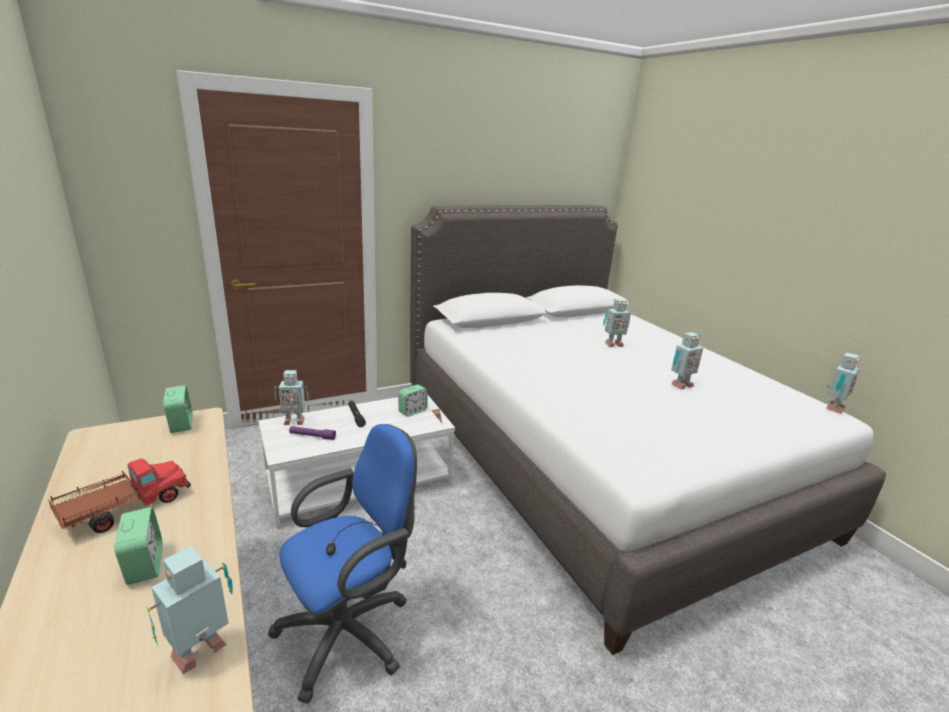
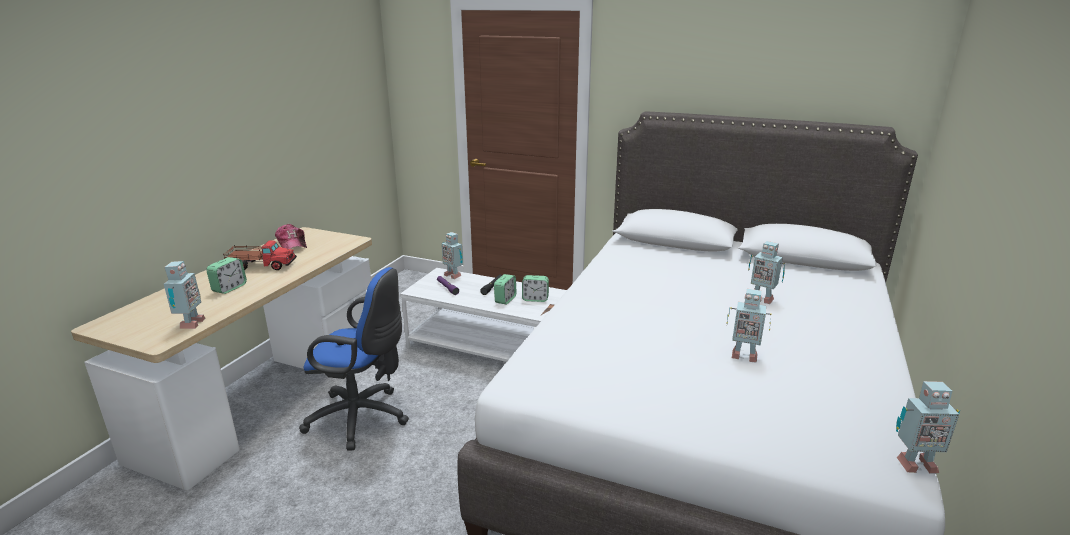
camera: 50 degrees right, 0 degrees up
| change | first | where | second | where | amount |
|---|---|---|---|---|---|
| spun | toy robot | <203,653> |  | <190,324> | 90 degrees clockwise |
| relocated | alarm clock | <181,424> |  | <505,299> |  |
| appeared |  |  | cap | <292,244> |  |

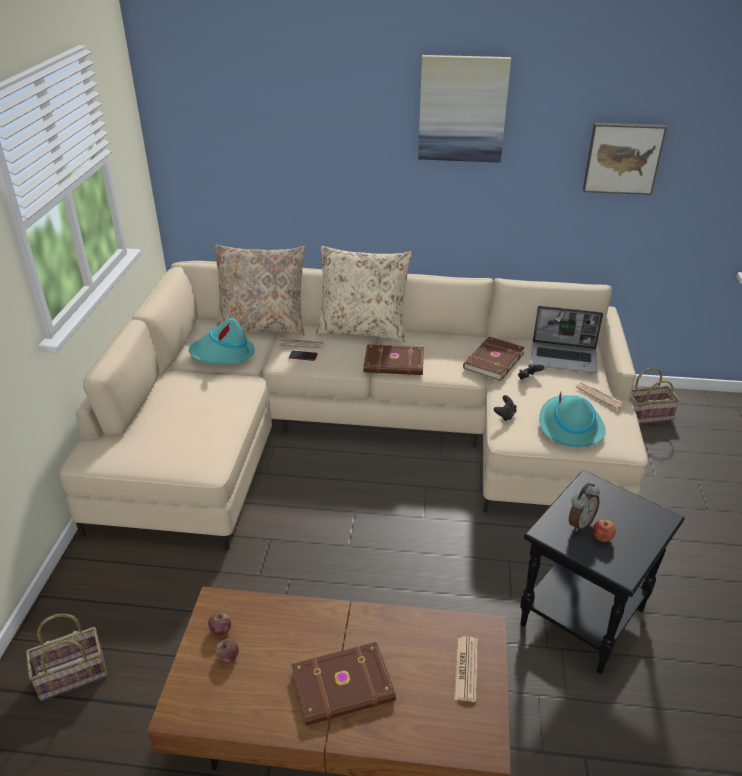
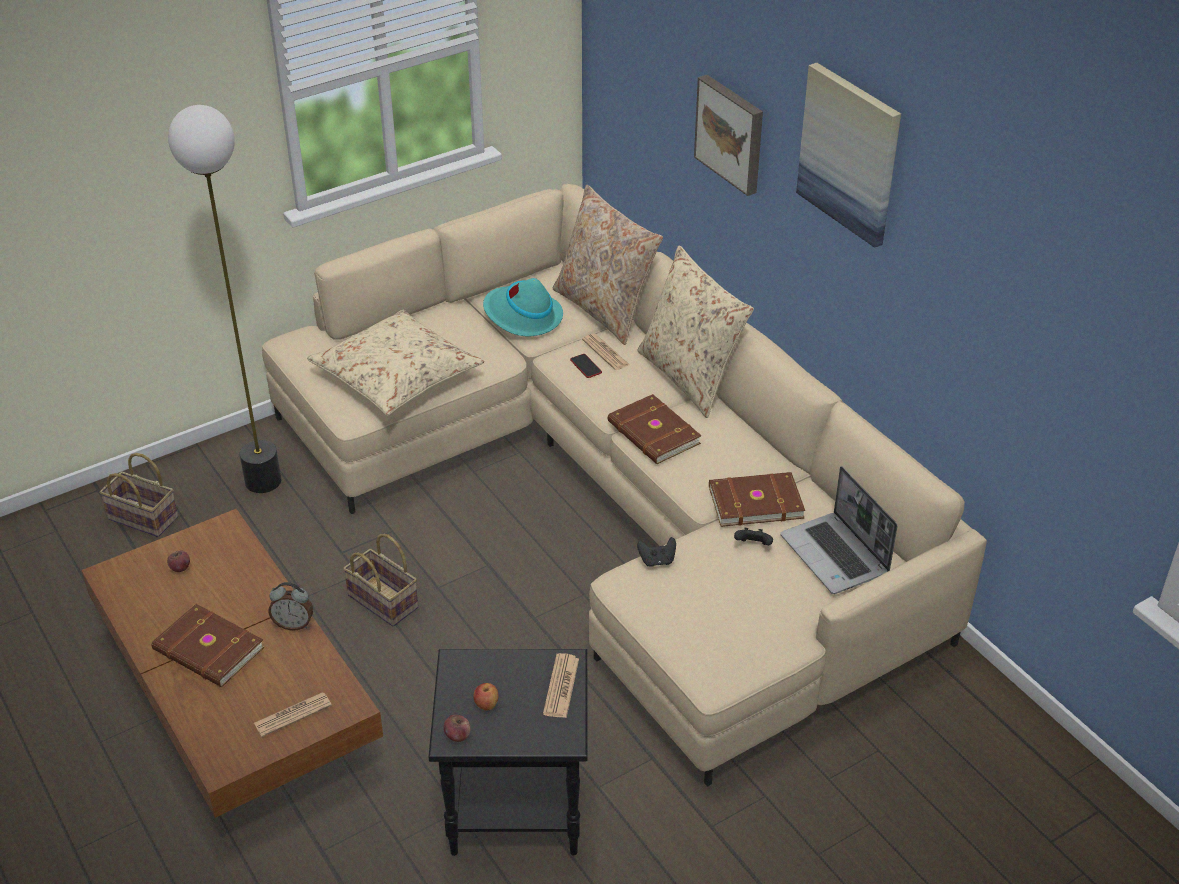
camera: 50 degrees right, 5 degrees up
| change | first | where | second | where | amount |
|---|---|---|---|---|---|
| relocated | apple | <220,629> |  | <457,735> |  |
| missing | hat/turquoise | <569,426> |  |  |  |
| relocated | alarm clock | <579,523> |  | <293,624> |  |
| relocated | newspaper | <599,396> |  | <561,686> |  |
| relocated | picture | <622,157> |  | <731,133> |  |
| relocated | basket | <648,415> |  | <385,601> |  |
| appeared |  |  | floor lamp | <263,480> |  |
| appeared |  |  | pillow/beige | <397,376> |  |

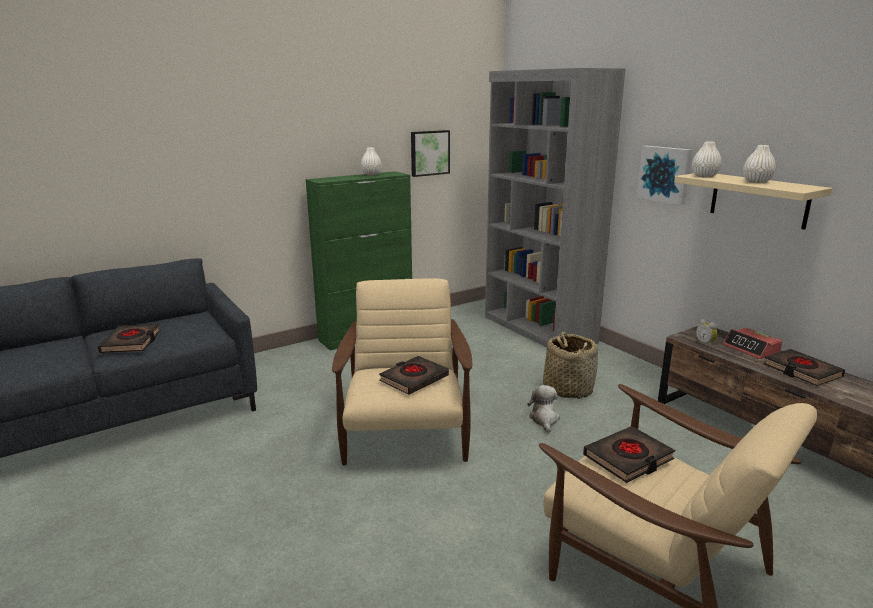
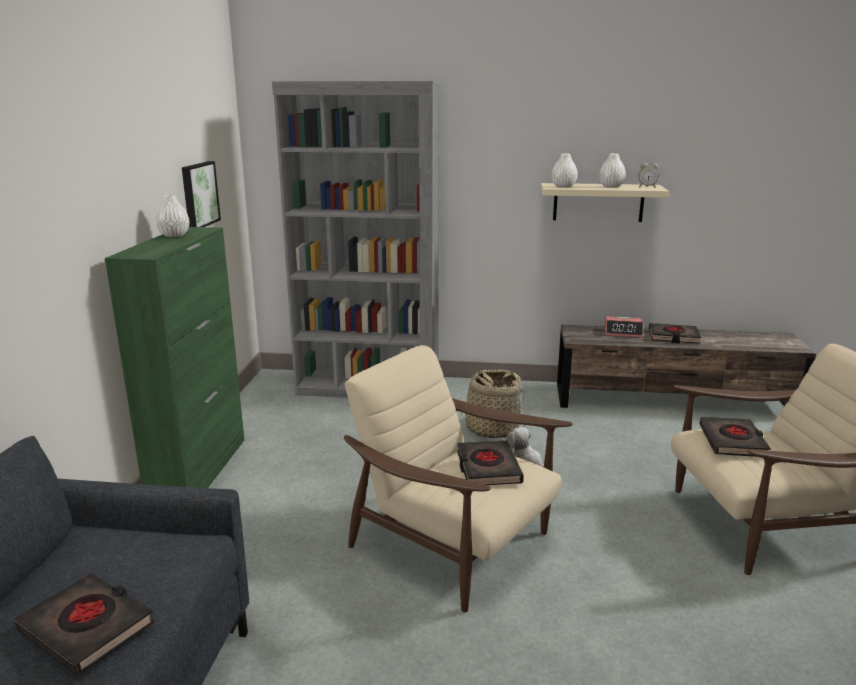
camera: 50 degrees left, 0 degrees up
| change | first | where | second | where | amount |
|---|---|---|---|---|---|
| missing | picture | <665,174> |  |  |  |
| relocated | alarm clock | <705,344> |  | <647,187> |  |

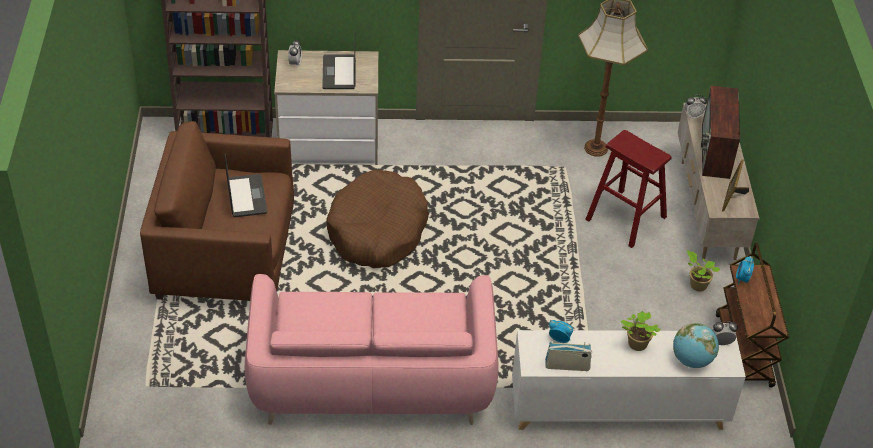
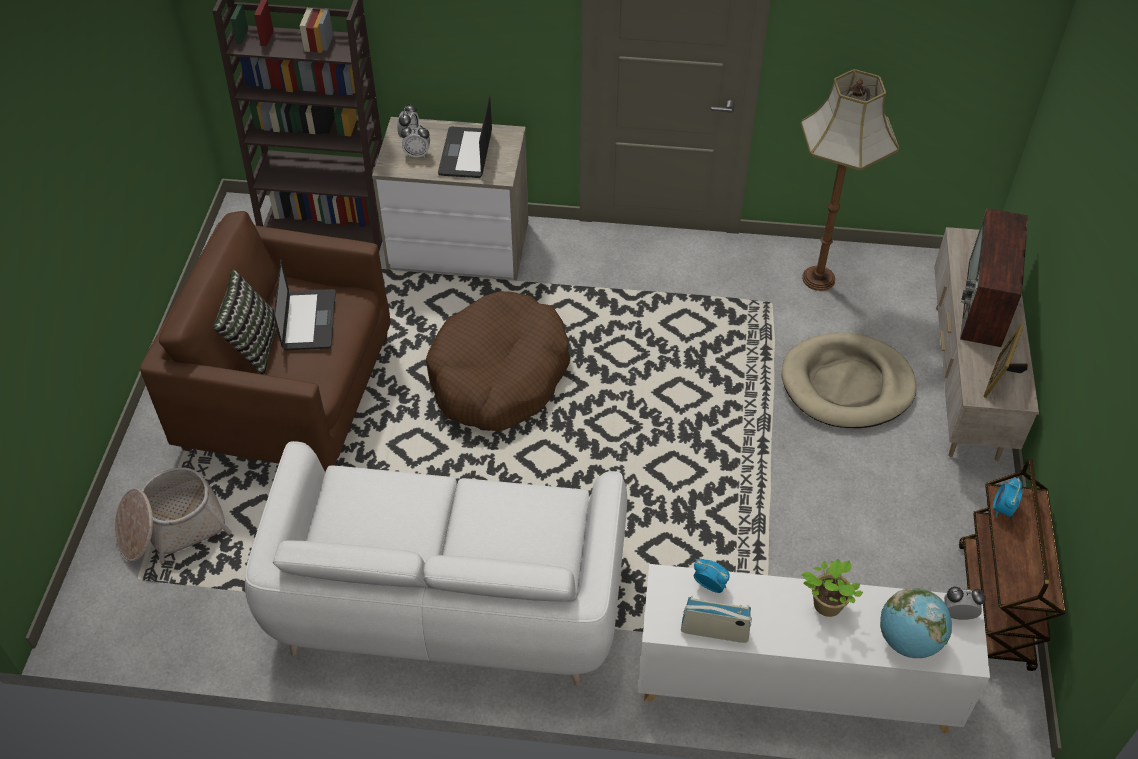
camera: 10 degrees right, 5 degrees up
| change | first | where | second | where | amount |
|---|---|---|---|---|---|
| colour | sofa/pink | <372,380> | sofa/white | <448,600> |  |
| exchanged | stool/red | <626,218> | dog bed/beige | <847,385> |  |
| relocated | alarm clock | <693,115> |  | <417,154> |  |
| missing | potted plant | <697,285> |  |  |  |
| appeared |  |  | basket | <171,527> |  |
| appeared |  |  | pillow | <253,345> |  |

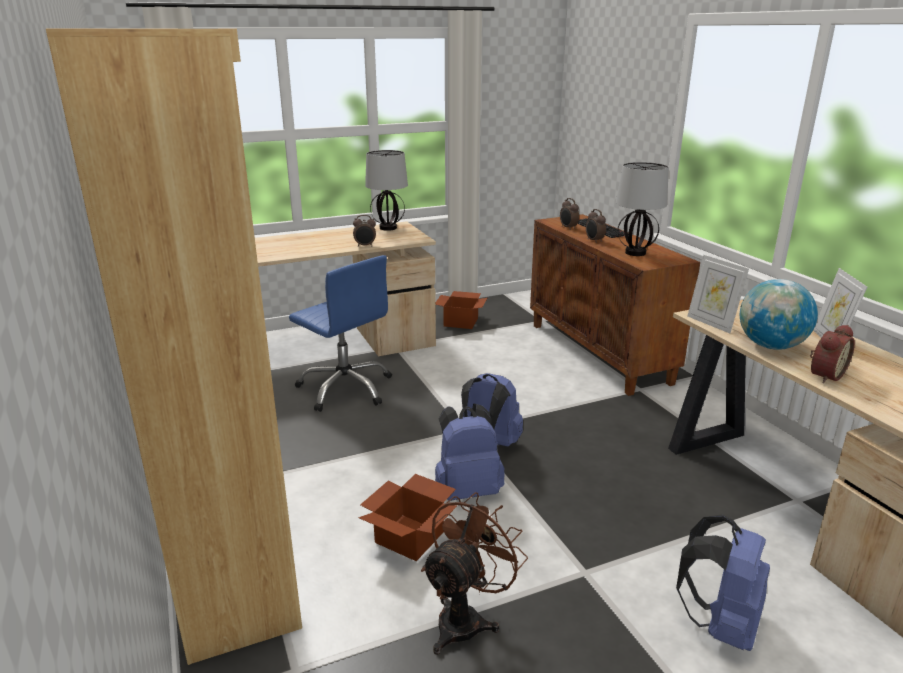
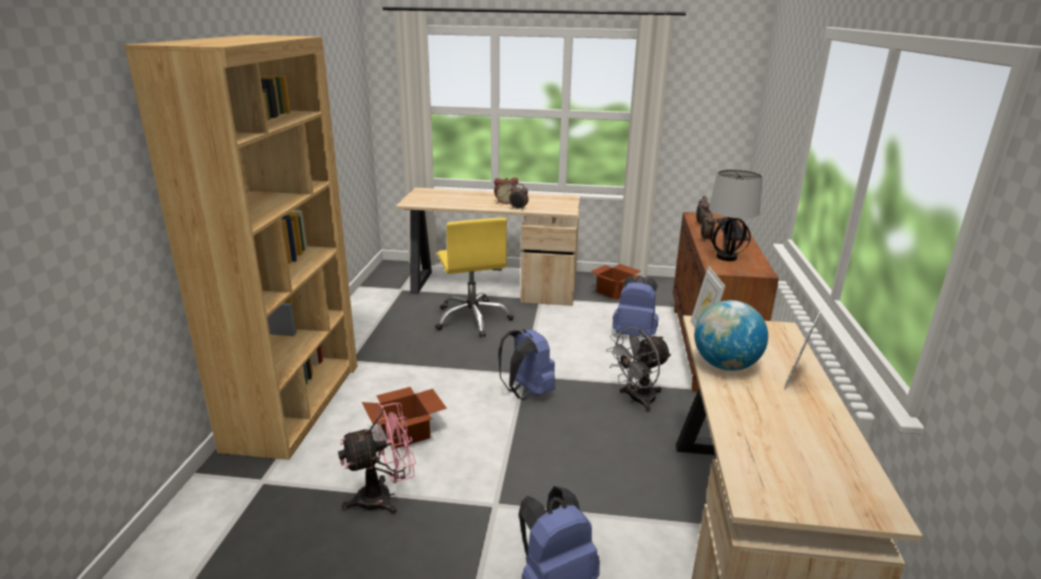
camera: 30 degrees right, 0 degrees up
| change | first | where | second | where | amount |
|---|---|---|---|---|---|
| colour | office chair/blue | <346,388> | office chair/yellow | <473,319> |  |
| missing | table lamp | <388,228> |  |  |  |
| colour | fan/brown | <466,618> | fan/pink | <384,497> |  |
| relocated | backpack/blue | <467,490> |  | <634,333> |  |
| relocated | alarm clock | <824,375> |  | <505,202> |  |
| appeared |  |  | fan/grey | <636,400> |  |

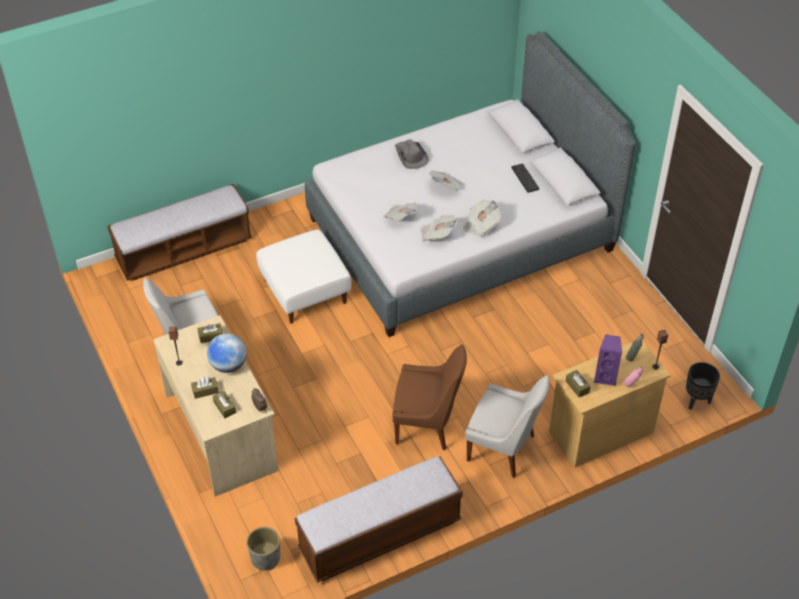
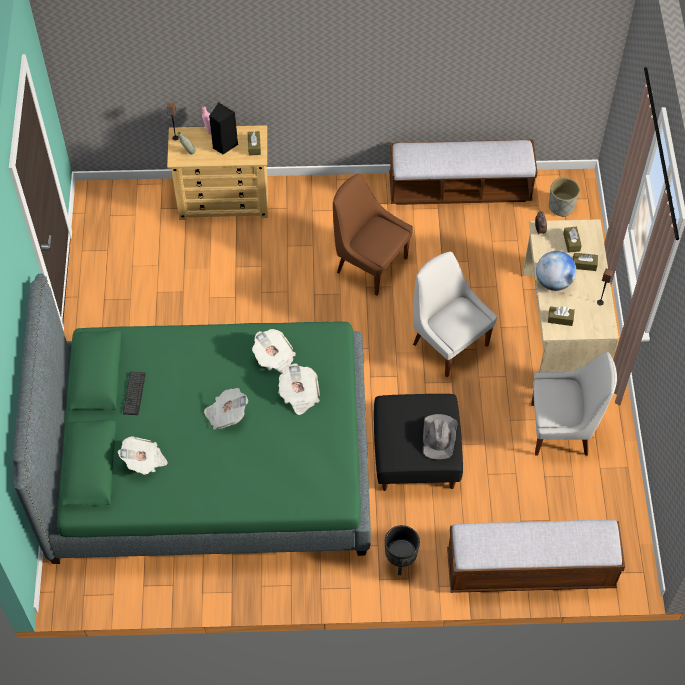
camera: 155 degrees left, 10 degrees up
| change | first | where | second | where | amount |
|---|---|---|---|---|---|
| colour | ottoman/white | <305,291> | ottoman/black | <415,455> |  |
| colour | bed/grey | <461,234> | bed/green | <209,461> |  |
| relocated | hat/grey | <410,156> |  | <439,437> |  |
| relocated | newspaper | <480,225> |  | <144,461> |  |
| relocated | chair/white | <503,449> |  | <448,343> |  |
| colour | speaker/purple | <605,377> | speaker/black | <224,145> |  |
| relocated | planter/black | <696,400> |  | <400,561> |  |

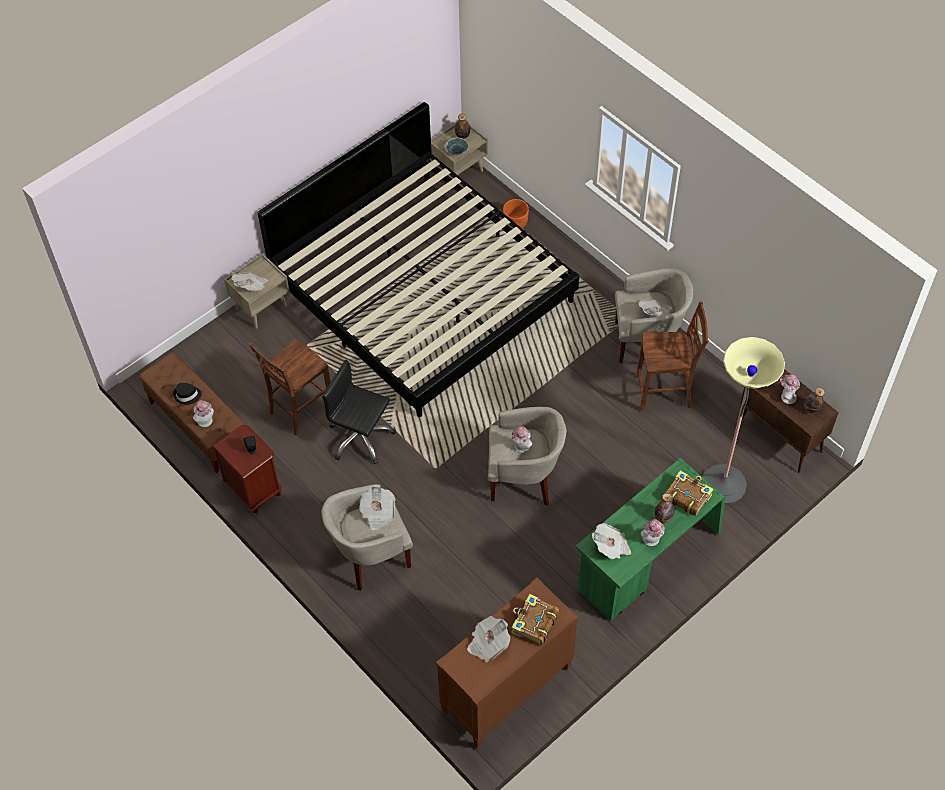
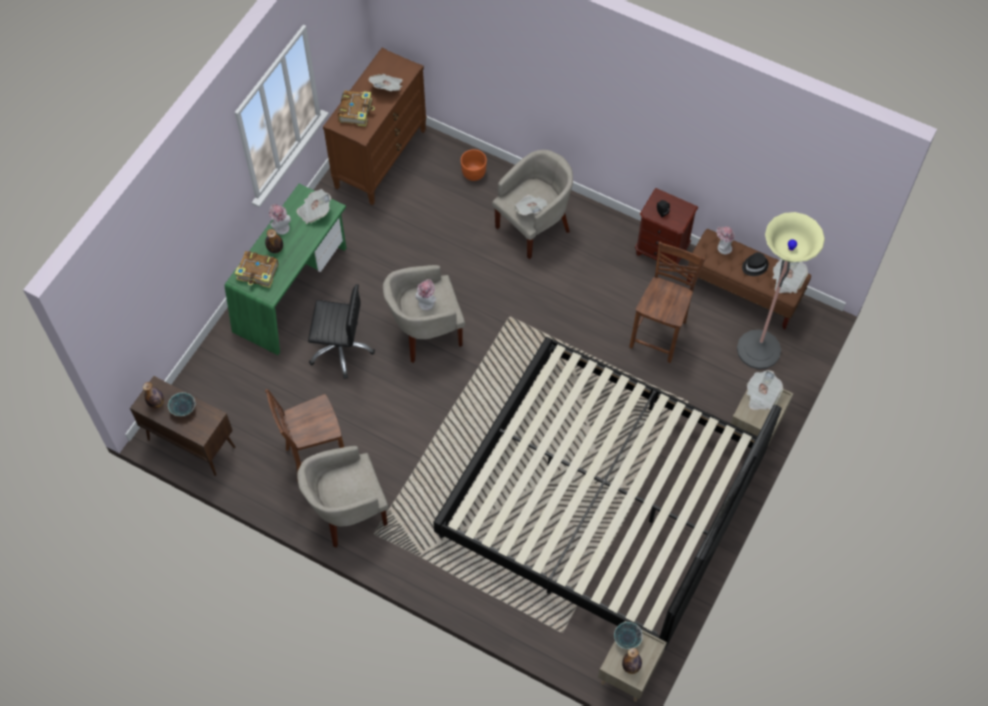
camera: 160 degrees right, 5 degrees up
| change | first | where | second | where | amount |
|---|---|---|---|---|---|
| relocated | office chair/black | <360,438> |  | <341,349> |  |
| relocated | planter/orange | <515,223> |  | <474,173> |  |
| relocated | newspaper | <656,314> |  | <787,280> |  |
| relocated | floor lamp | <723,485> |  | <758,349> |  |
| exchanged | hat | <786,396> | bowl | <183,409> |  |

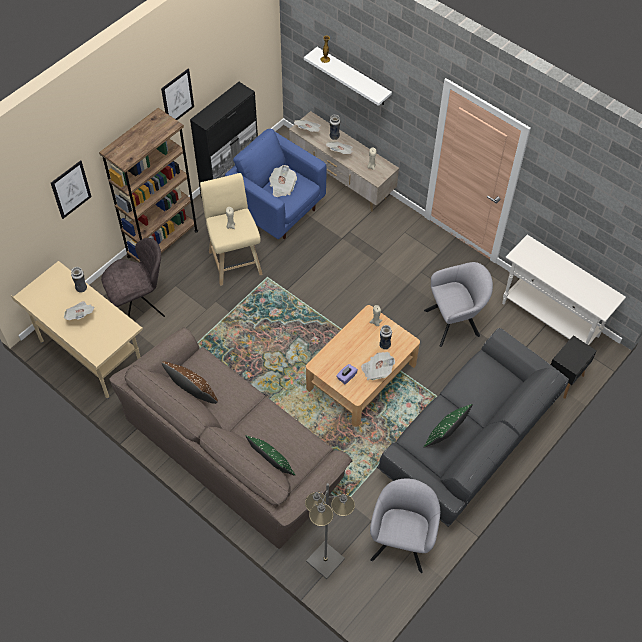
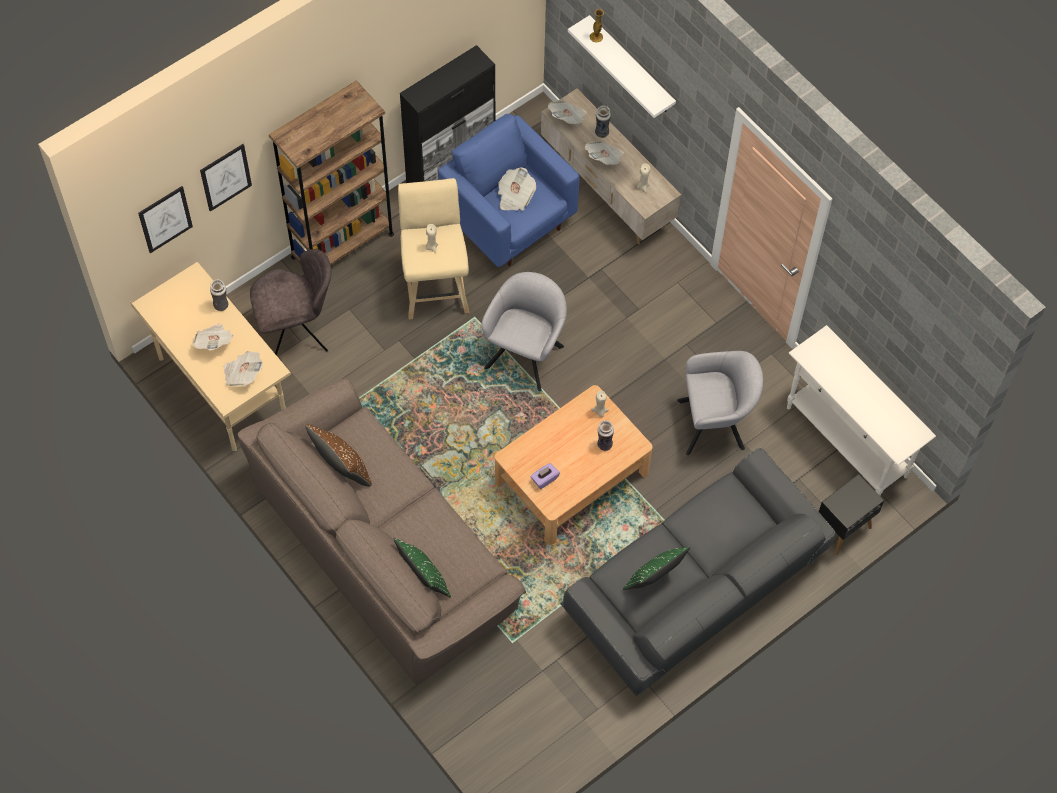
camera: 10 degrees right, 5 degrees up
| change | first | where | second | where | amount |
|---|---|---|---|---|---|
| relocated | picture | <177,97> |  | <165,219> |  |
| missing | floor lamp/grey | <324,560> |  |  |  |
| relocated | newspaper | <377,370> |  | <243,374> |  |
| relocated | armchair/grey | <402,540> |  | <526,353> |  |

